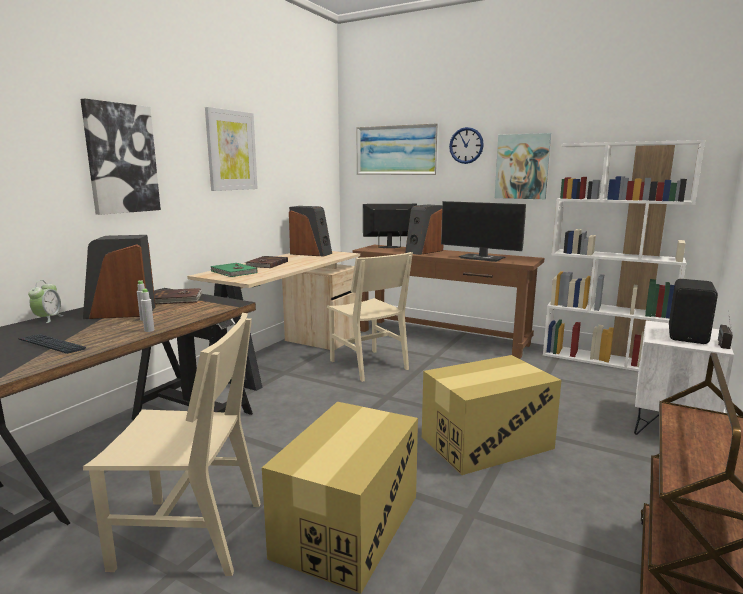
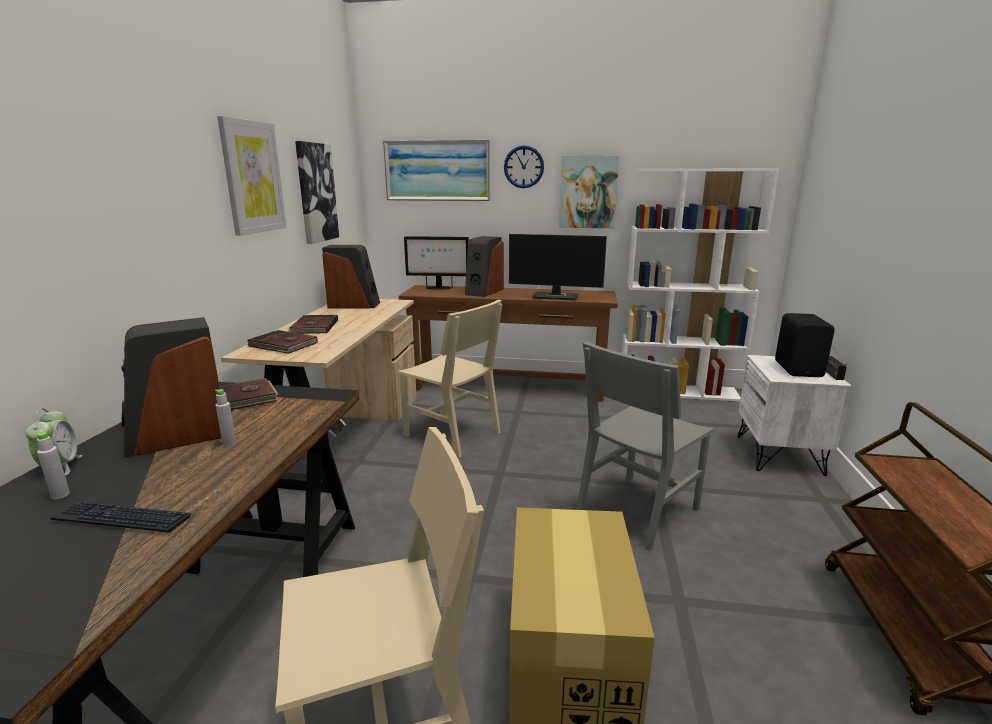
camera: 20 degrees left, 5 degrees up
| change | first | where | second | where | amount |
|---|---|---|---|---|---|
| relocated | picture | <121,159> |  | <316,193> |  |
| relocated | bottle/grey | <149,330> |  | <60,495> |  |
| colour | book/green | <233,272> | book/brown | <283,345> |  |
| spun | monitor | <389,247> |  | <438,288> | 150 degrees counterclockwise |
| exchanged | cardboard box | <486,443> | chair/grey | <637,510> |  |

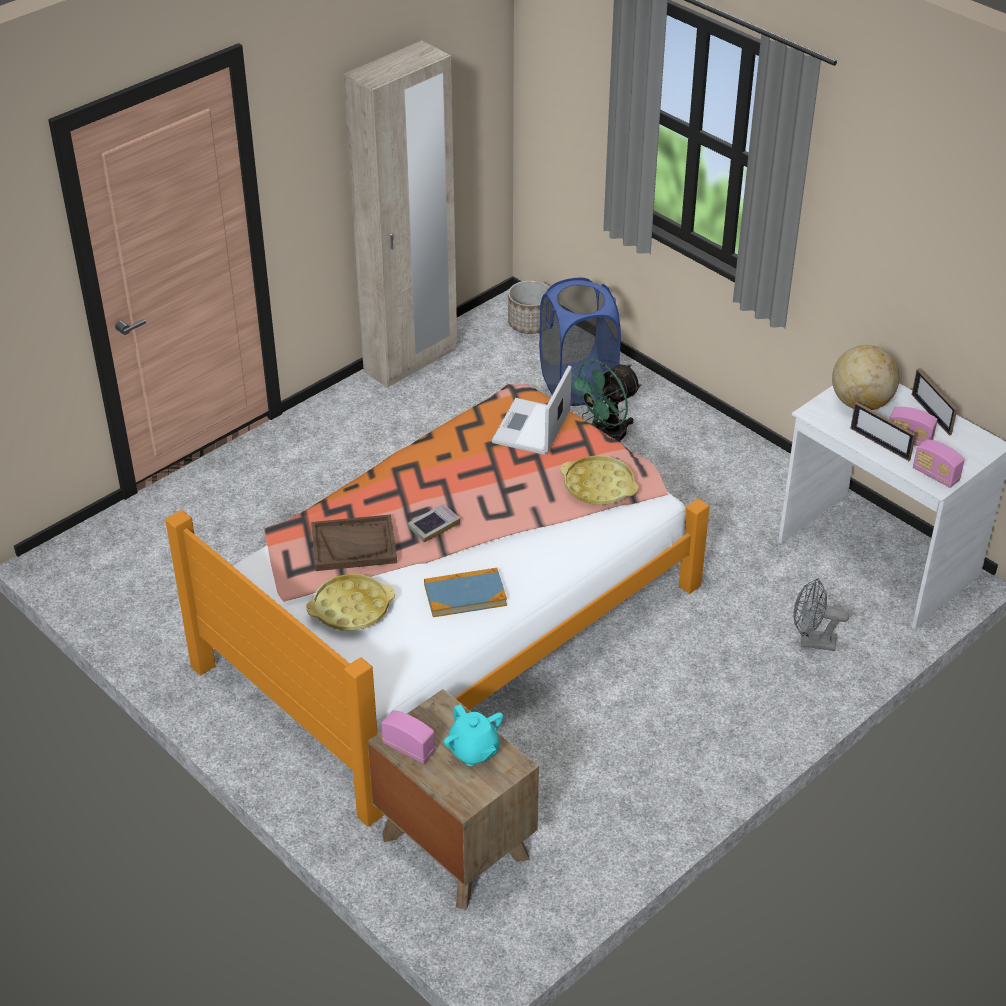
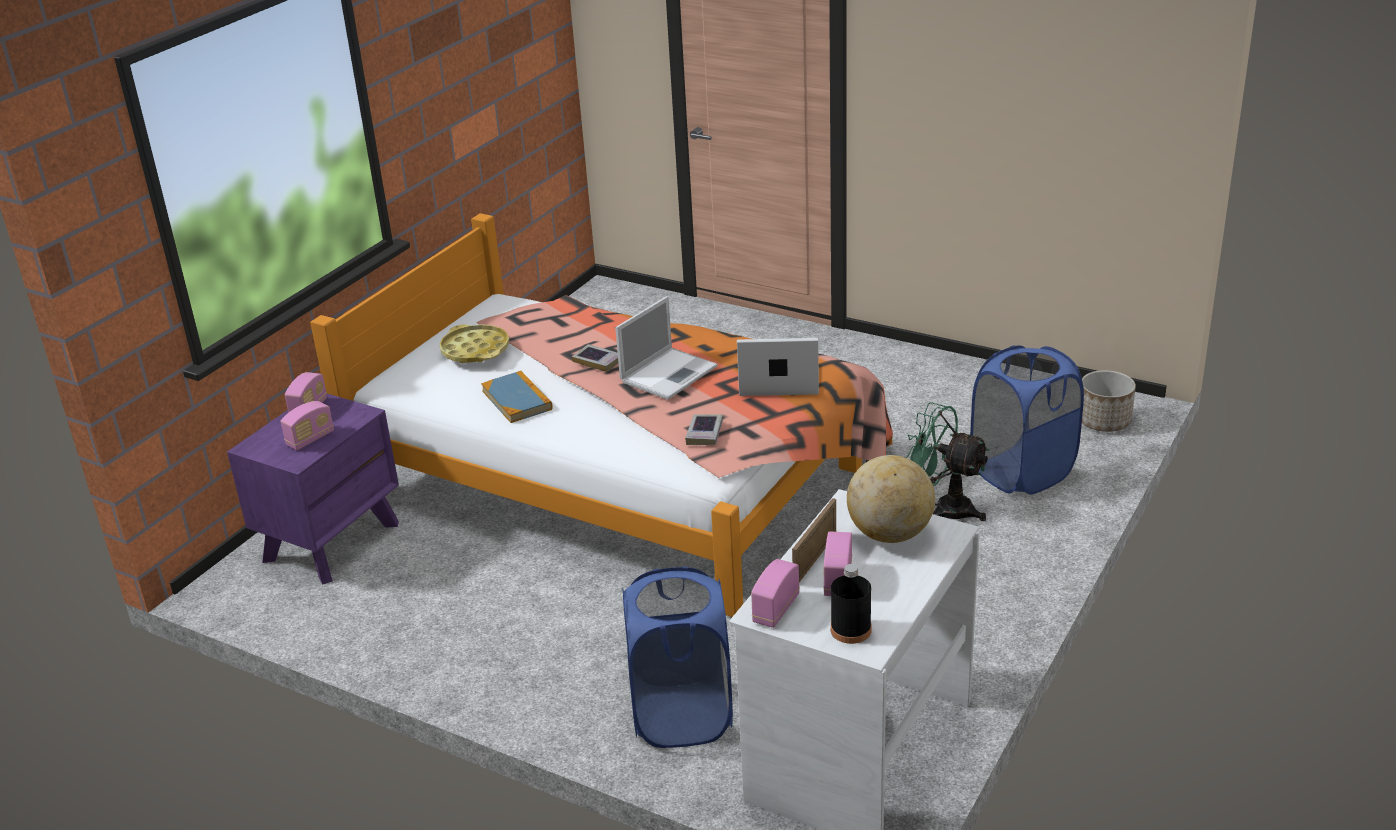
camera: 75 degrees right, 10 degrees down
| change | first | where | second | where | amount |
|---|---|---|---|---|---|
| missing | tray/brown | <354,545> |  |  |  |
| missing | wardrobe/beige | <411,361> |  |  |  |
| colour | nightstand/brown | <454,846> | nightstand/purple | <331,541> |  |
| exchanged | teapot/turquoise | <474,751> | radio | <310,439> |  |
| exchanged | tray/yellow | <598,486> | book | <704,433> |  |
| exchanged | fan/grey | <811,642> | laundry basket/blue | <681,716> |  |
| missing | picture frame | <931,414> |  |  |  |
| appeared |  |  | laptop | <669,373> |  |
| appeared |  |  | bottle/black | <850,630> |  |

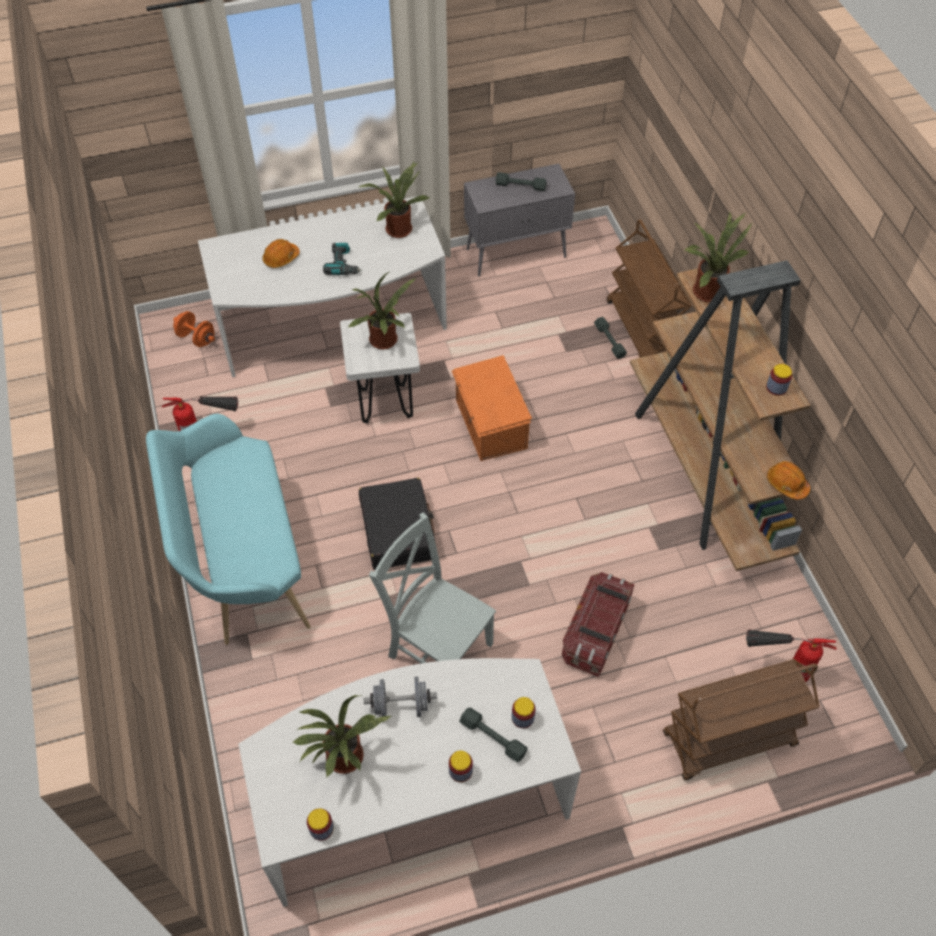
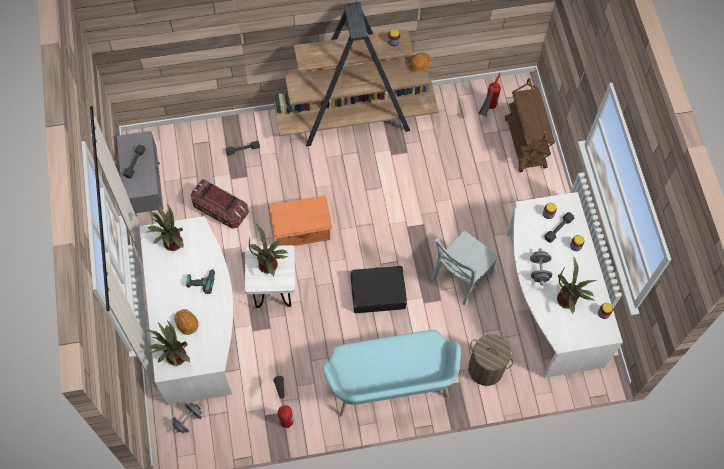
camera: 85 degrees left, 10 degrees up
| change | first | where | second | where | amount |
|---|---|---|---|---|---|
| colour | dumbbell/orange | <196,338> | dumbbell/grey | <188,420> |  |
| relocated | storage box | <595,633> |  | <220,210> |  |
| missing | cart/brown | <643,330> |  |  |  |
| relocated | potted plant | <705,290> |  | <174,357> |  |
| appeared |  |  | laundry basket | <485,369> |  |

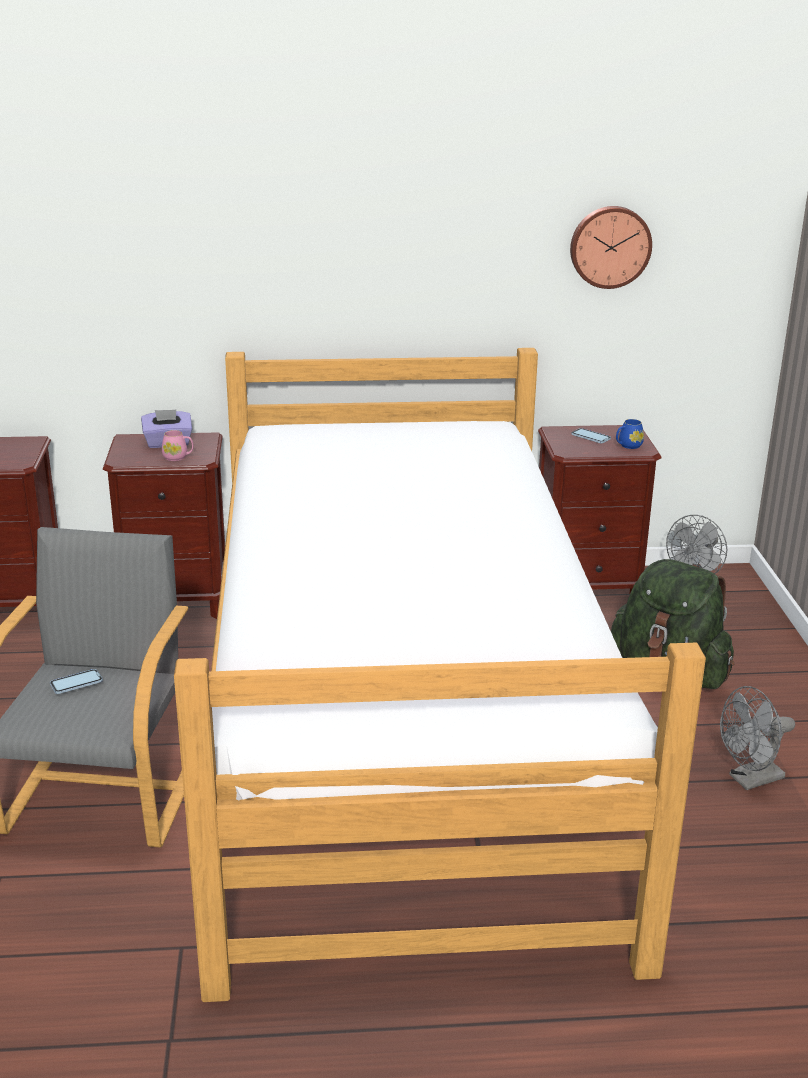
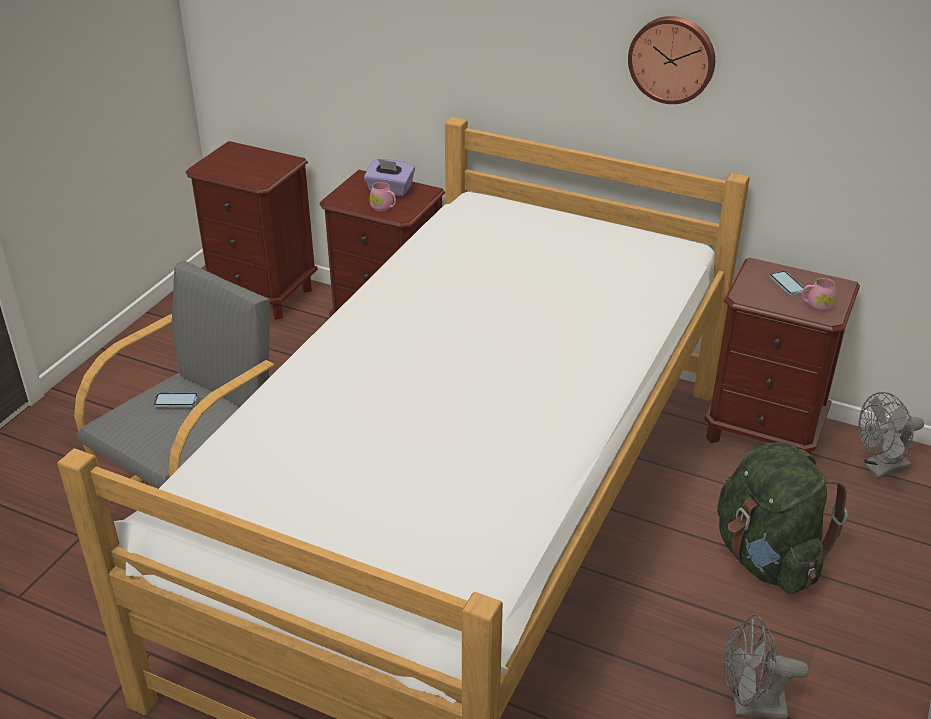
camera: 30 degrees right, 10 degrees up
| change | first | where | second | where | amount |
|---|---|---|---|---|---|
| relocated | wall clock | <610,246> |  | <672,59> |  |
| colour | mug/blue | <627,446> | mug/pink | <816,306> |  |

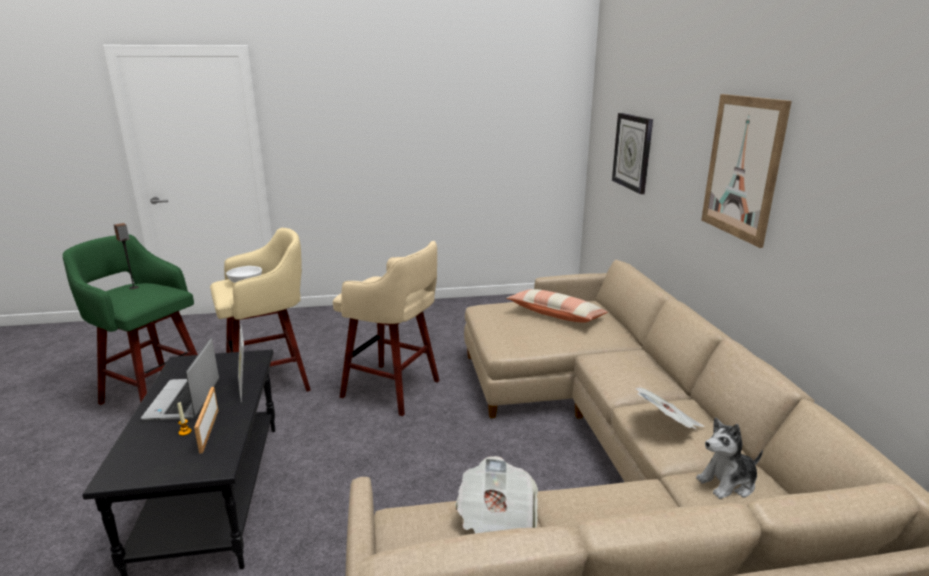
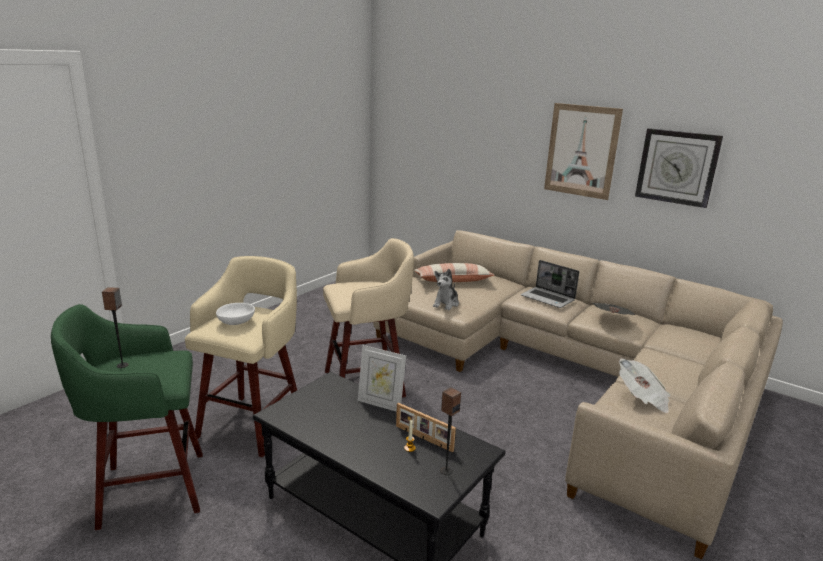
camera: 45 degrees left, 0 degrees up
| change | first | where | second | where | amount |
|---|---|---|---|---|---|
| relocated | laptop | <184,401> |  | <548,298> |  |
| relocated | wall clock | <632,152> |  | <677,167> |  |
| relocated | plush toy | <728,483> |  | <446,304> |  |
| appeared |  |  | speaker | <446,471> |  |

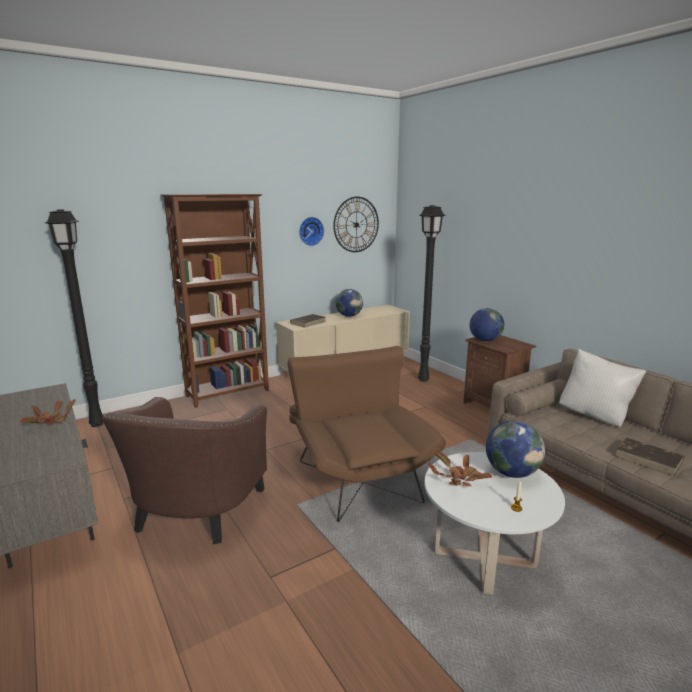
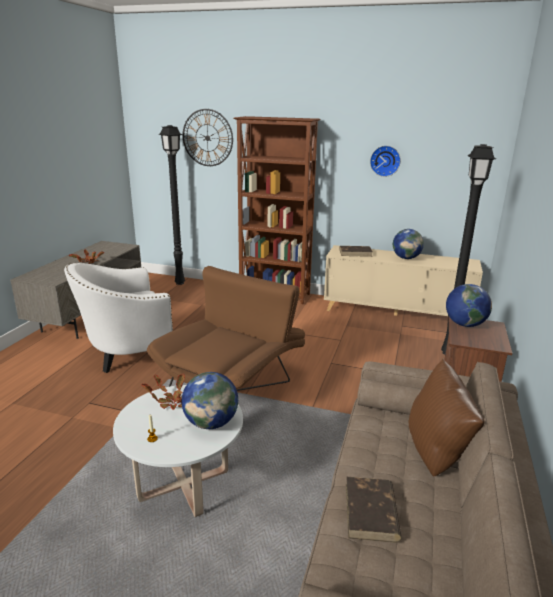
camera: 50 degrees right, 5 degrees up
| change | first | where | second | where | amount |
|---|---|---|---|---|---|
| colour | armchair/brown | <194,513> | armchair/white | <125,352> |  |
| relocated | wall clock | <356,224> |  | <207,138> |  |
| colour | pillow/white | <595,417> | pillow/brown | <437,454> |  |

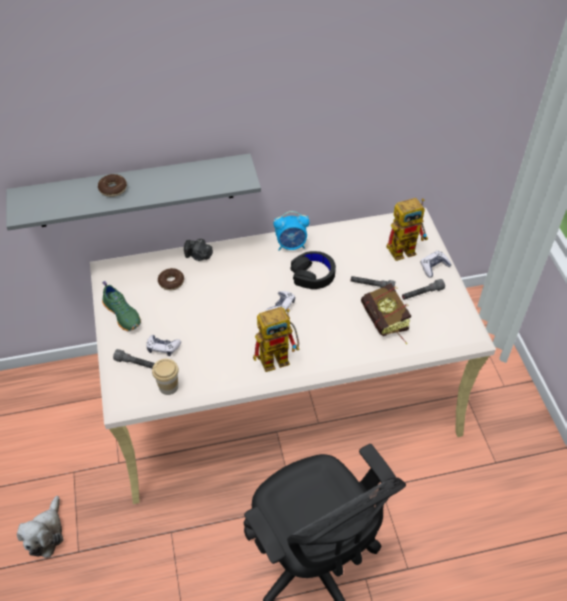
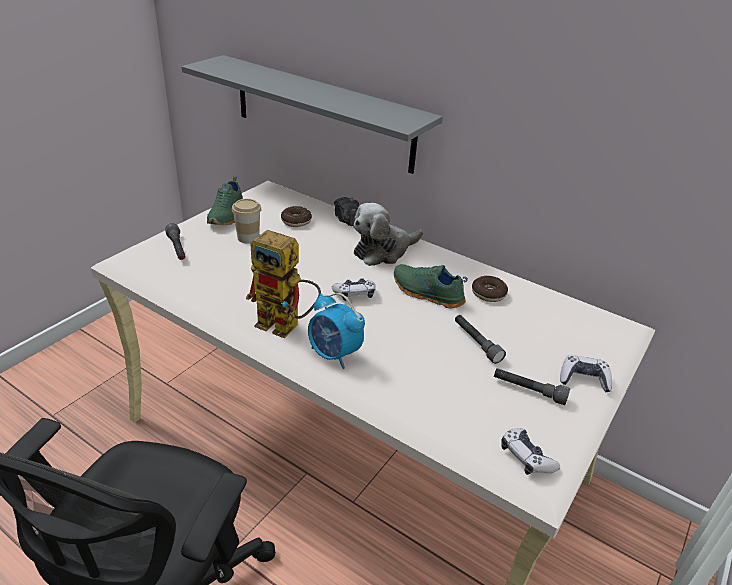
camera: 45 degrees right, 15 degrees down
| change | first | where | second | where | amount |
|---|---|---|---|---|---|
| relocated | plush toy | <46,533> |  | <383,251> |  |
| relocated | donut | <113,189> |  | <488,293> |  |
| relocated | game controller | <163,348> |  | <526,457> |  |
| relocated | cup | <168,386> |  | <248,238> |  |
| relocated | alarm clock | <291,245> |  | <334,355> |  |
| exchanged | headphones/black | <313,274> | shoe/green | <426,294> |  |
| missing | book | <386,325> |  |  |  |
| missing | toy robot | <406,248> |  |  |  |

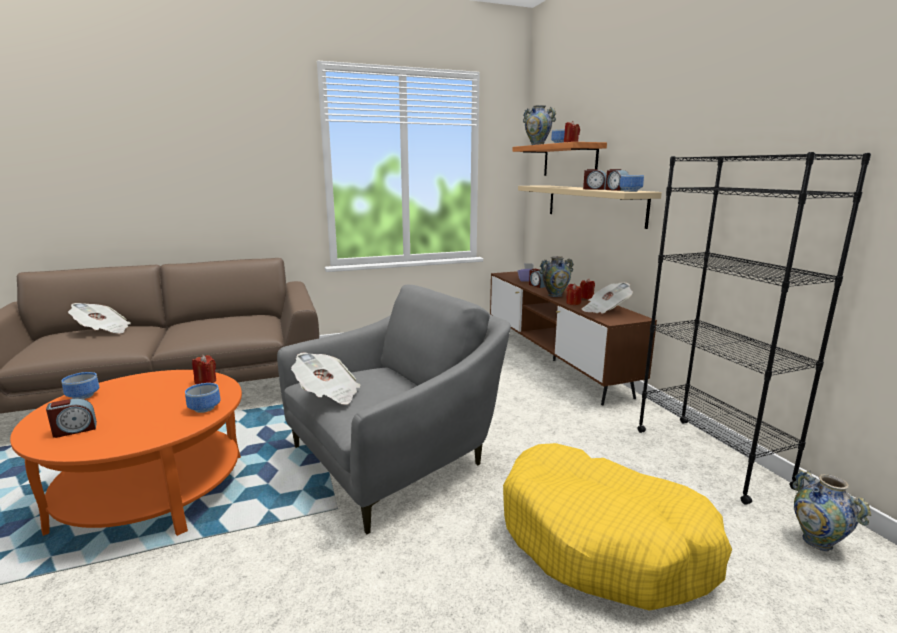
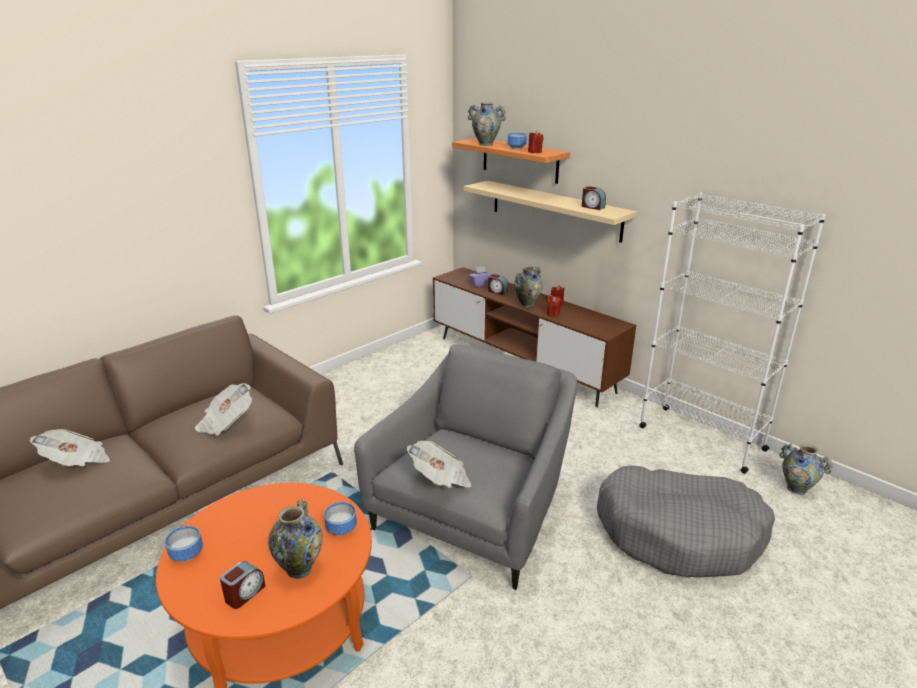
camera: 25 degrees left, 10 degrees up
| change | first | where | second | where | amount |
|---|---|---|---|---|---|
| missing | candle/red | <206,381> |  |  |  |
| colour | dog bed/yellow | <603,541> | dog bed/grey | <679,533> |  |
| relocated | newspaper | <605,310> |  | <226,422> |  |
| missing | alarm clock | <594,189> |  |  |  |
| missing | bowl | <629,191> |  |  |  |
| colour | bookcase/black | <709,456> | bookcase/white | <700,438> |  |
| appeared |  |  | vase | <300,569> |  |

